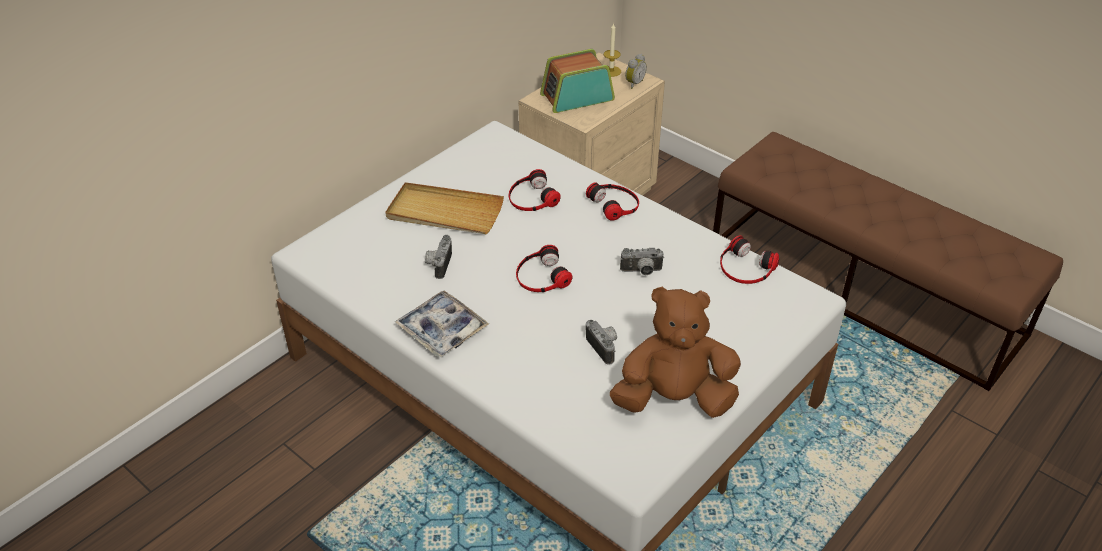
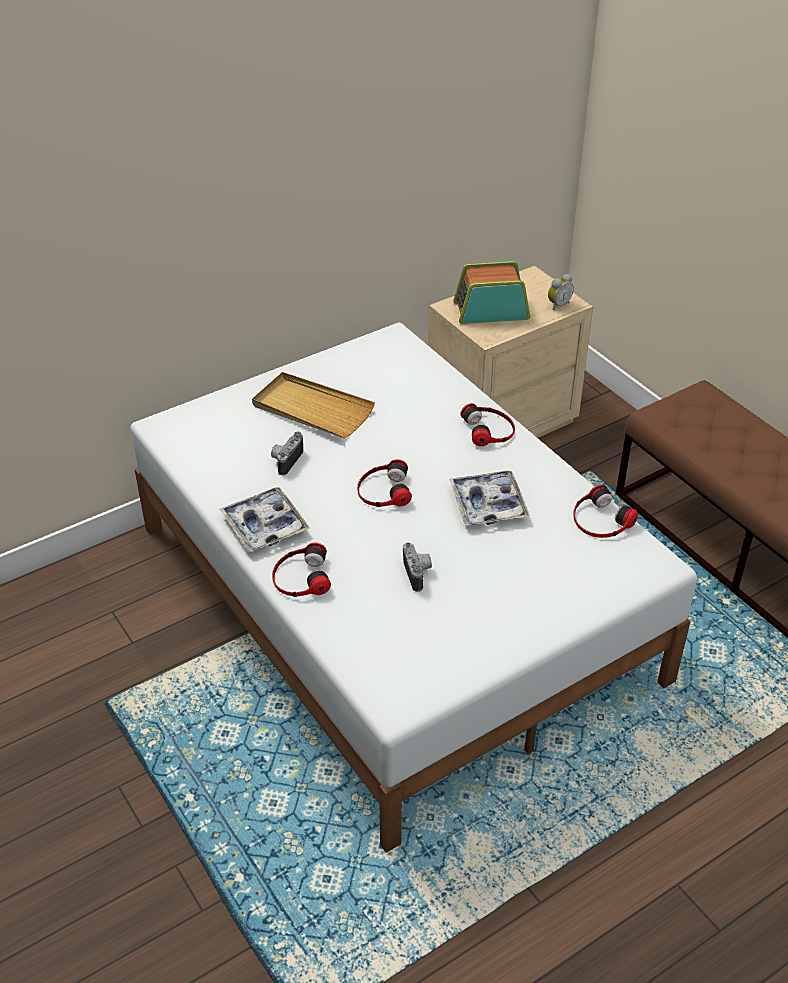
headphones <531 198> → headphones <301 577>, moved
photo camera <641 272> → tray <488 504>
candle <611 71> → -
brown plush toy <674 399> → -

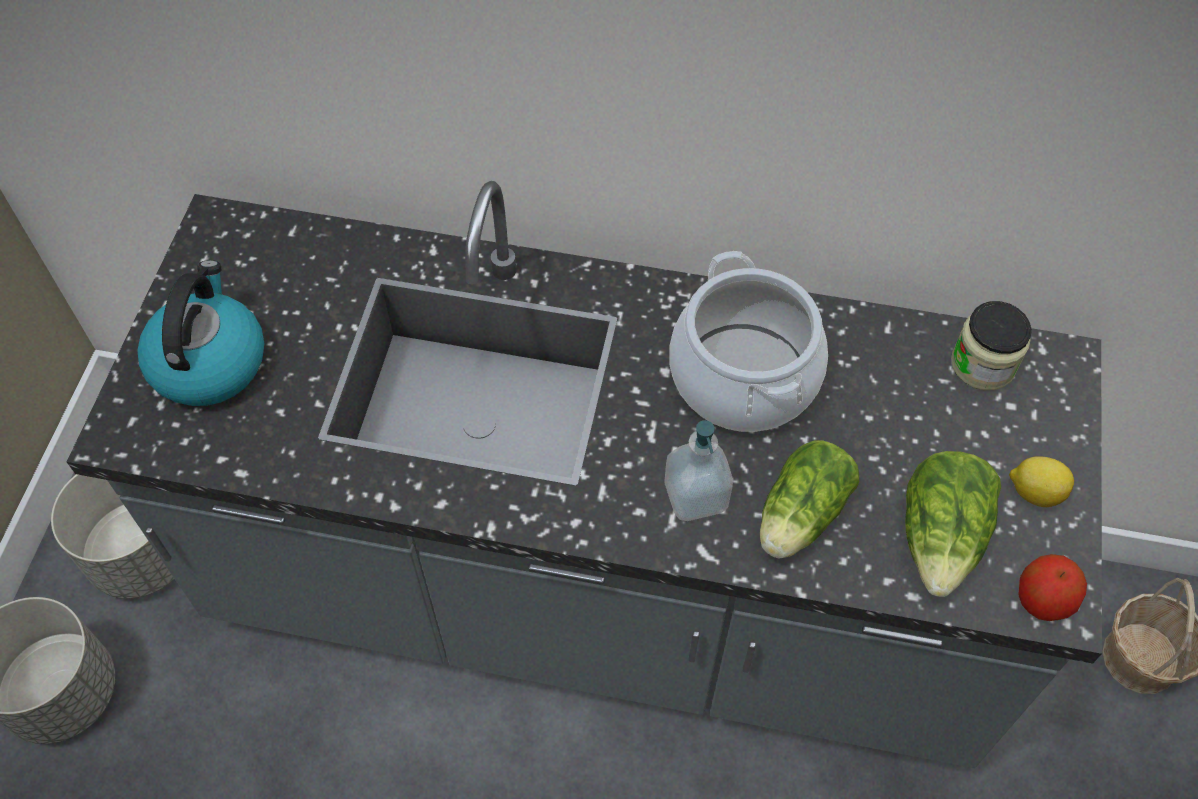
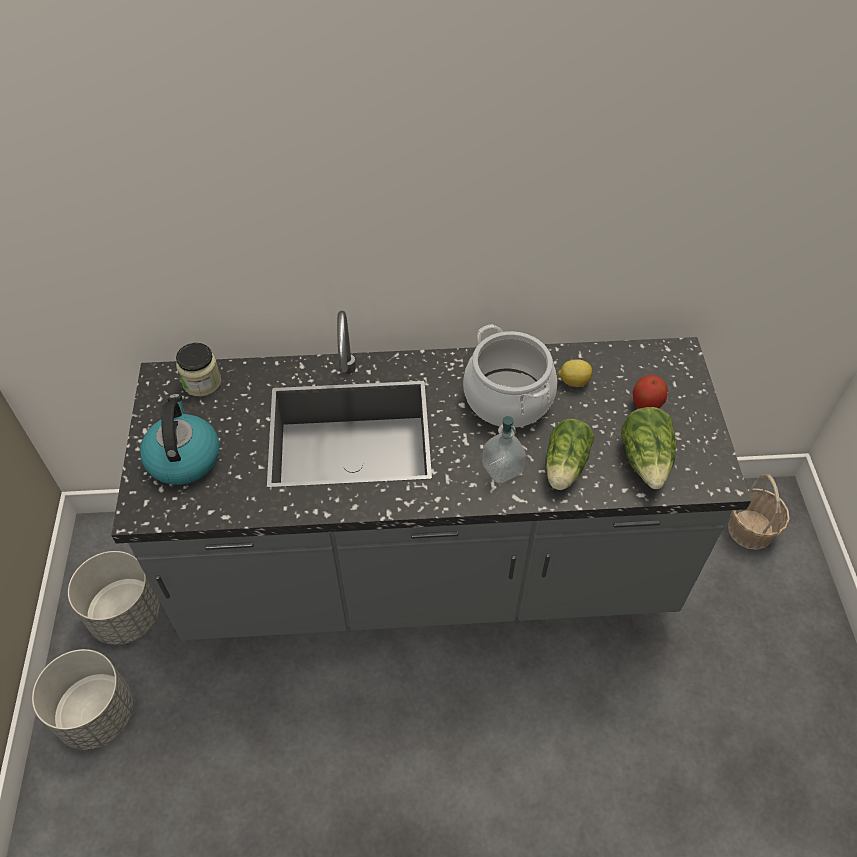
jar <983 364> → jar <202 382>, moved
lemon <1034 491> → lemon <573 381>, moved
apple <1042 601> → apple <646 404>, moved

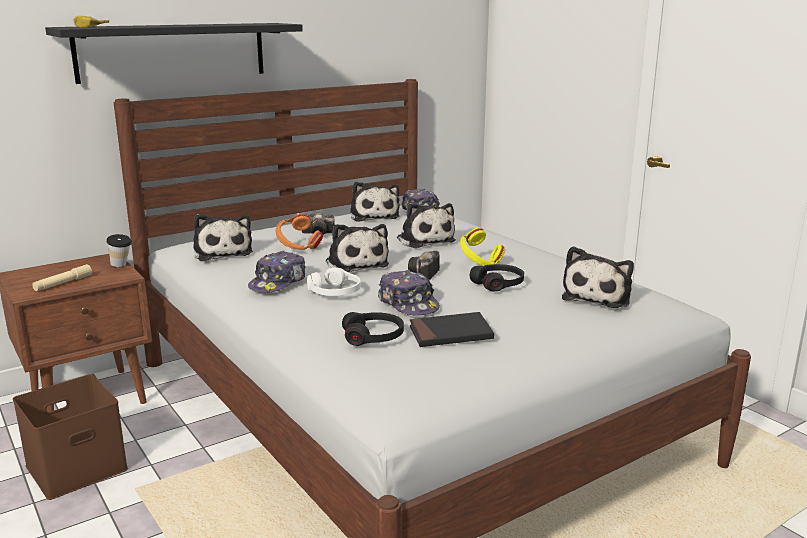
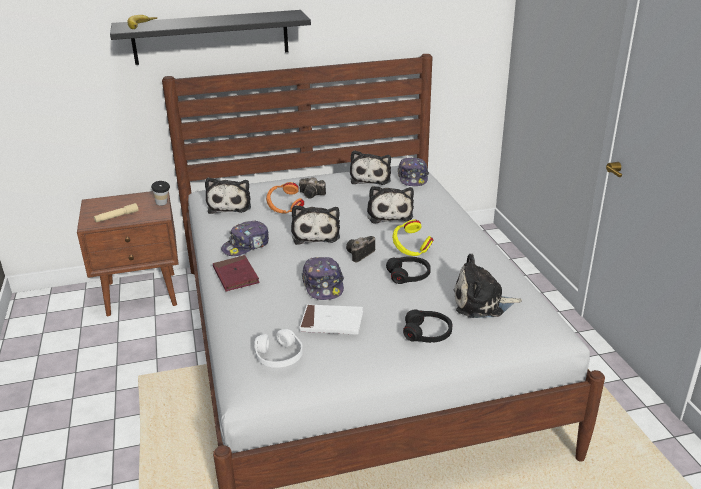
- → red book <236 276>
white headphones <335 292> → white headphones <279 356>, moved
black book <450 334> → white book <331 322>
black headphones <373 337> → black headphones <427 333>, moved
plush toy <598 296> → plush toy <482 303>, 45 degrees clockwise
brown storage box <75 468> → -

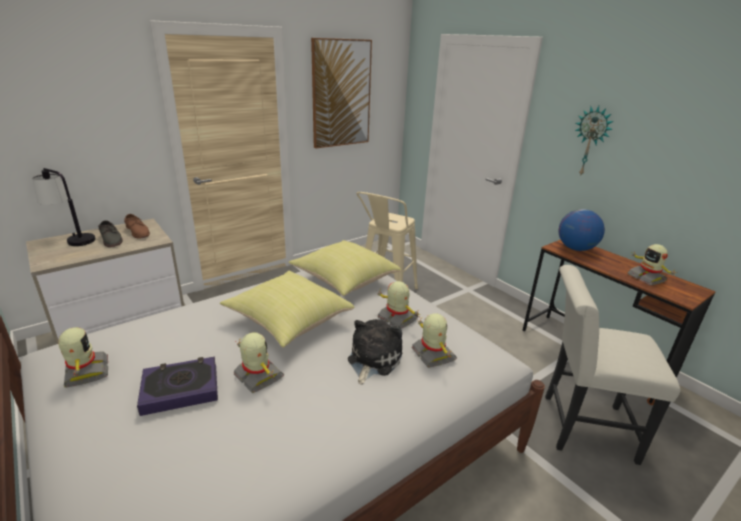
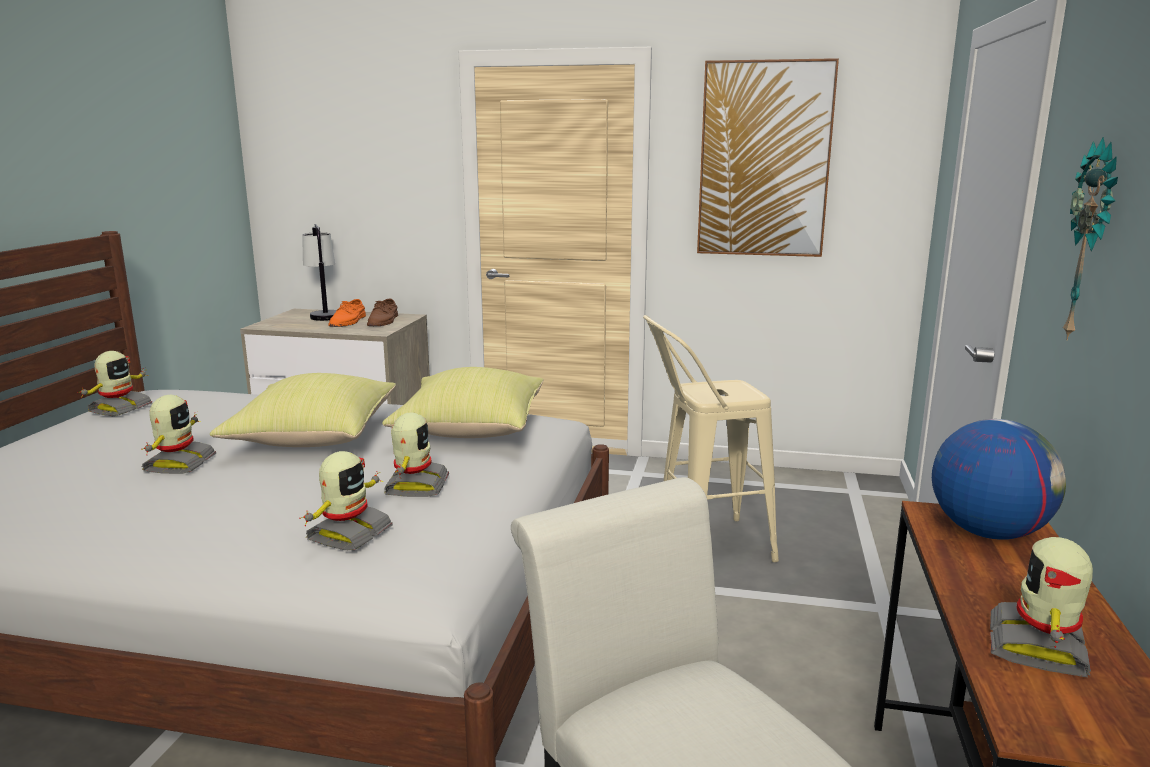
grey shoe <111 239> → orange shoe <348 321>
book <180 389> → -
plush toy <372 360> → -

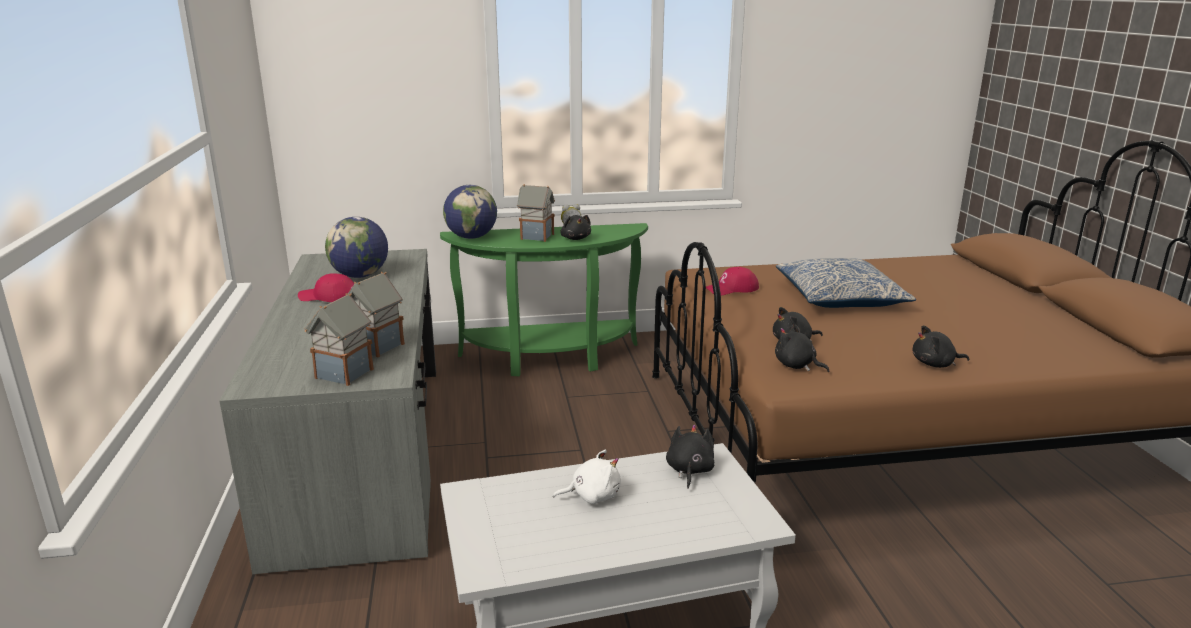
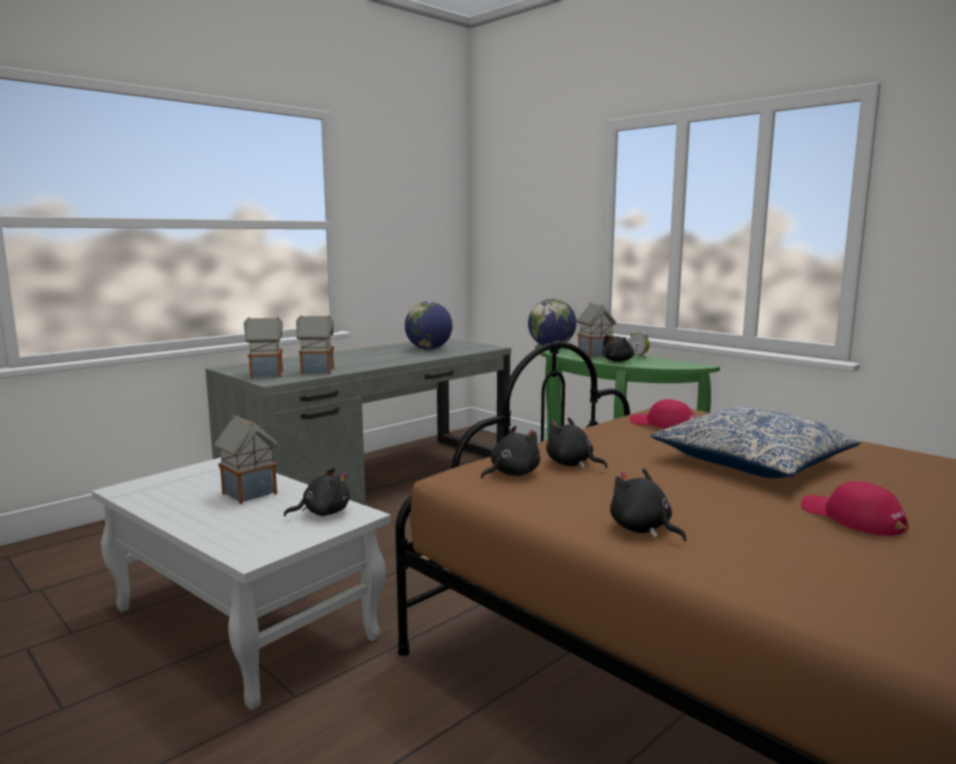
white plush toy <592 495> → toy house <248 493>
black plush toy <796 366> → black plush toy <511 474>, 45 degrees clockwise
red cap <329 297> → red cap <851 518>, moved

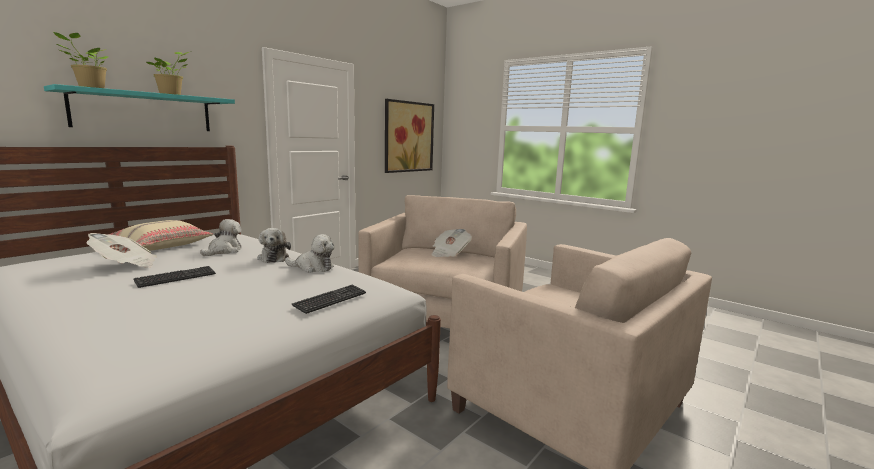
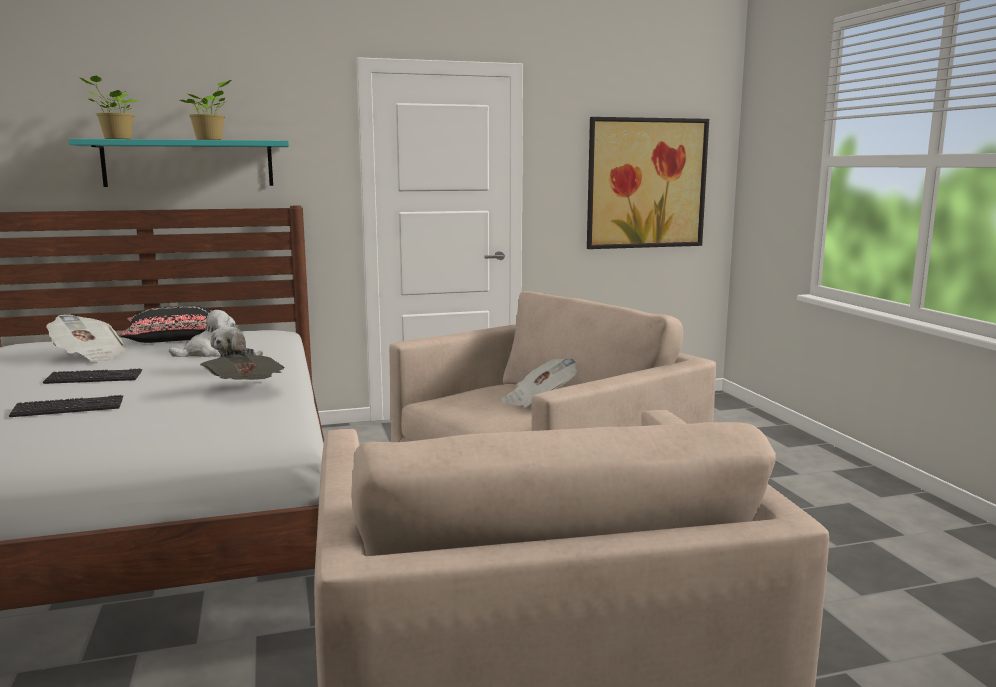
keyboard <330 300> → keyboard <68 408>, moved
beige pillow <163 245> → black pillow <174 337>
plush toy <313 267> → newspaper <246 389>

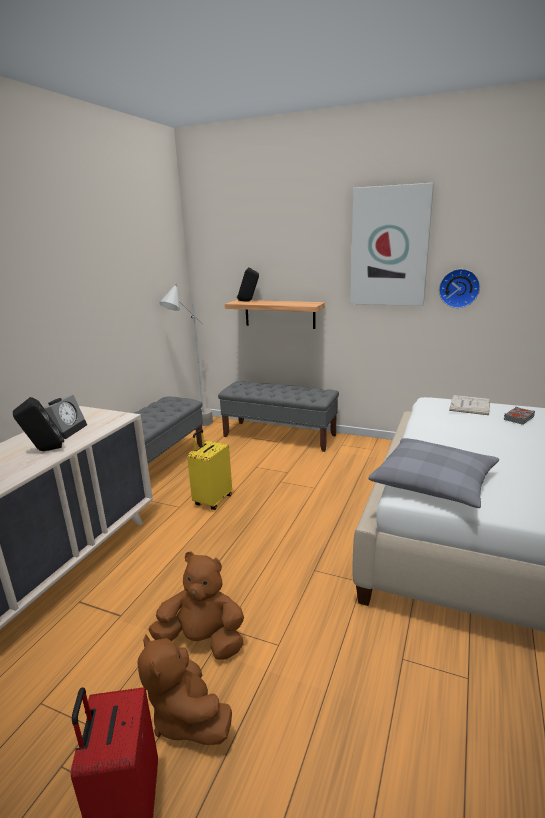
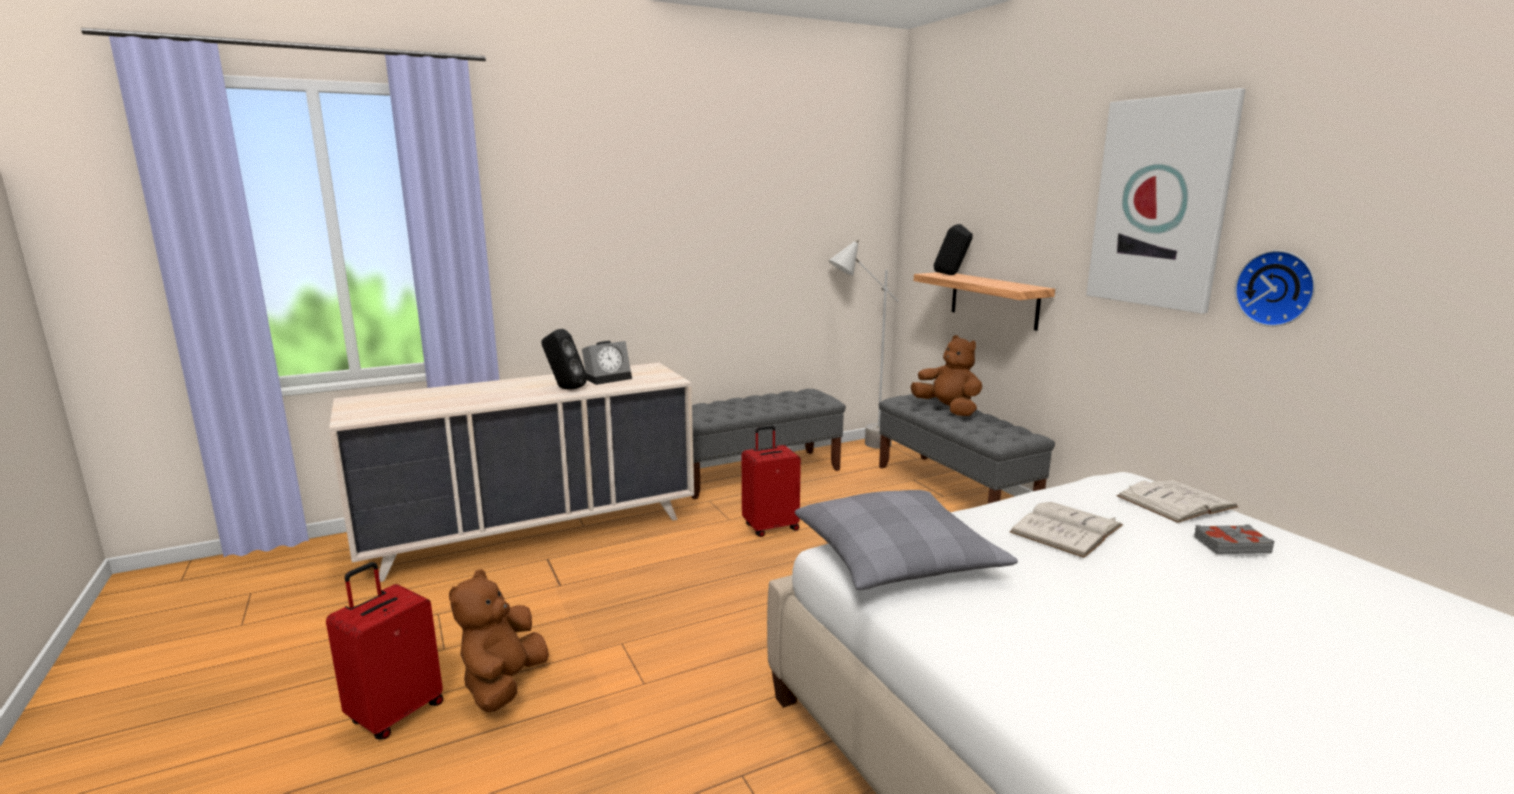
yellow suitcase <212 500> → red suitcase <770 527>
brown plush toy <202 641> → brown plush toy <948 410>, moved
- → white book <1066 529>

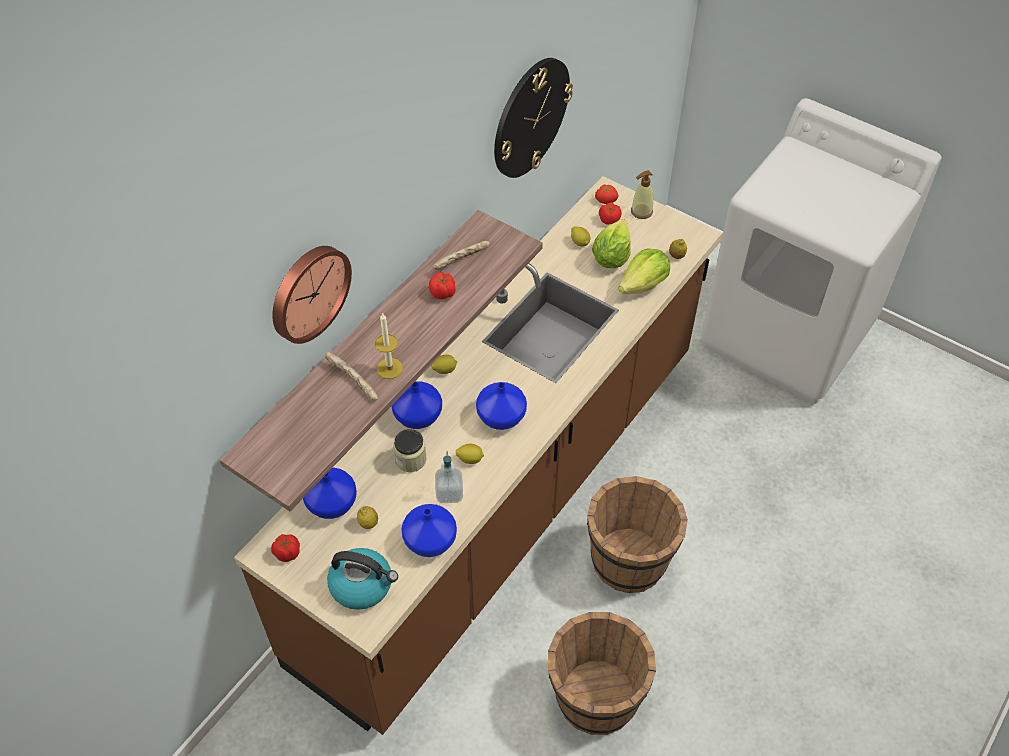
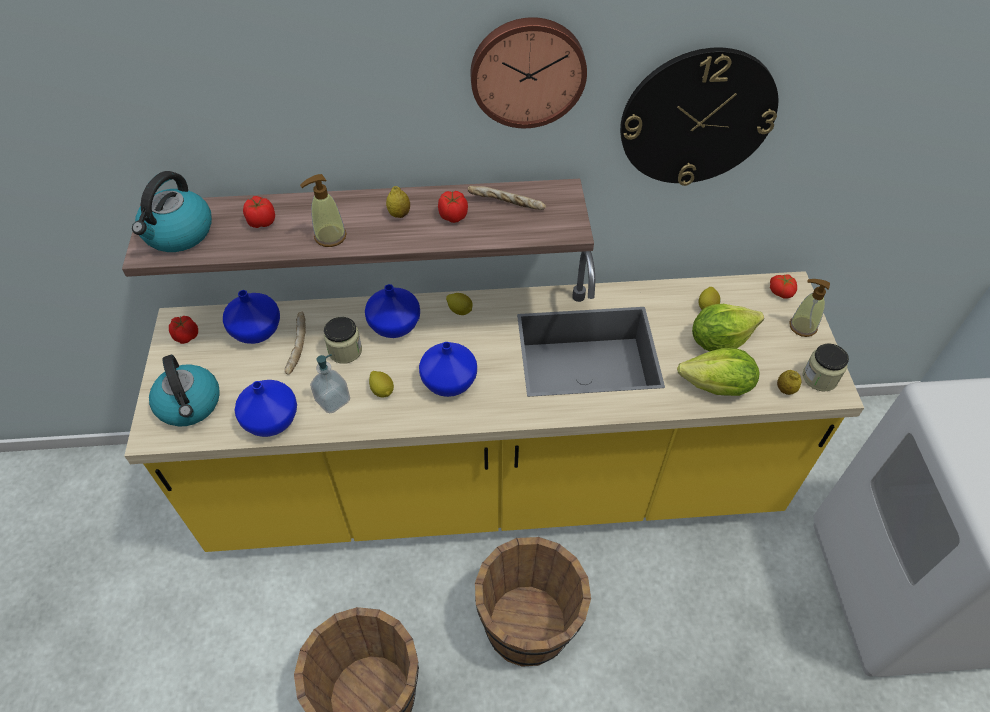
brown counter <504 503> → yellow counter <495 486>
- → kettle <178 233>
tomato <609 220> → tomato <262 221>, moved
bread <352 381> → bread <296 347>, moved
candle <389 368> → soap dispenser <330 236>
lemon <368 523> → lemon <399 214>, moved
wall clock <308 292> → wall clock <527 71>, moved
- → jar <819 378>

